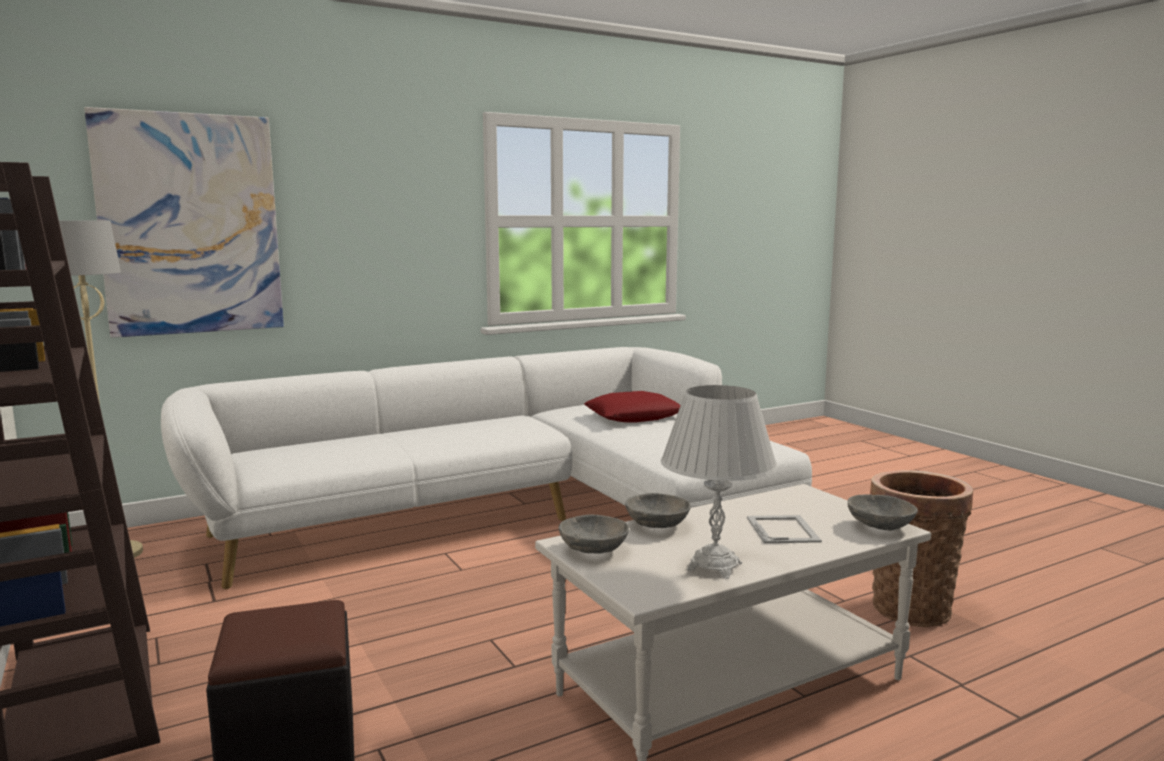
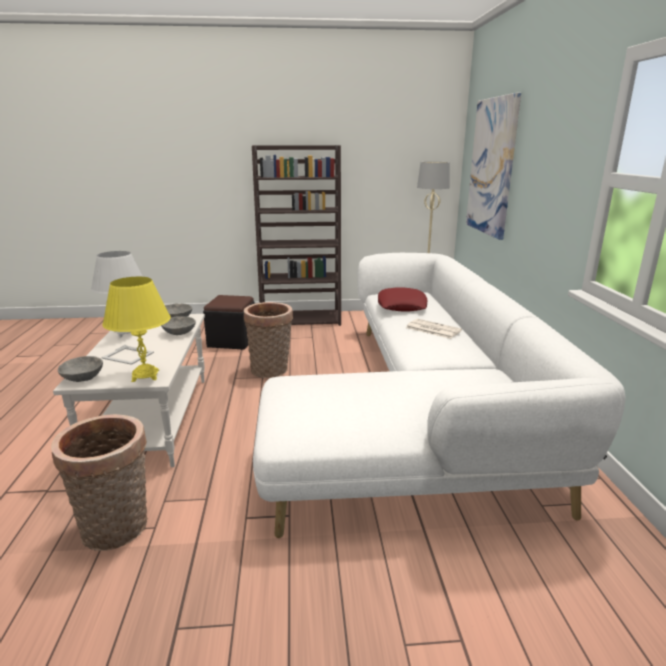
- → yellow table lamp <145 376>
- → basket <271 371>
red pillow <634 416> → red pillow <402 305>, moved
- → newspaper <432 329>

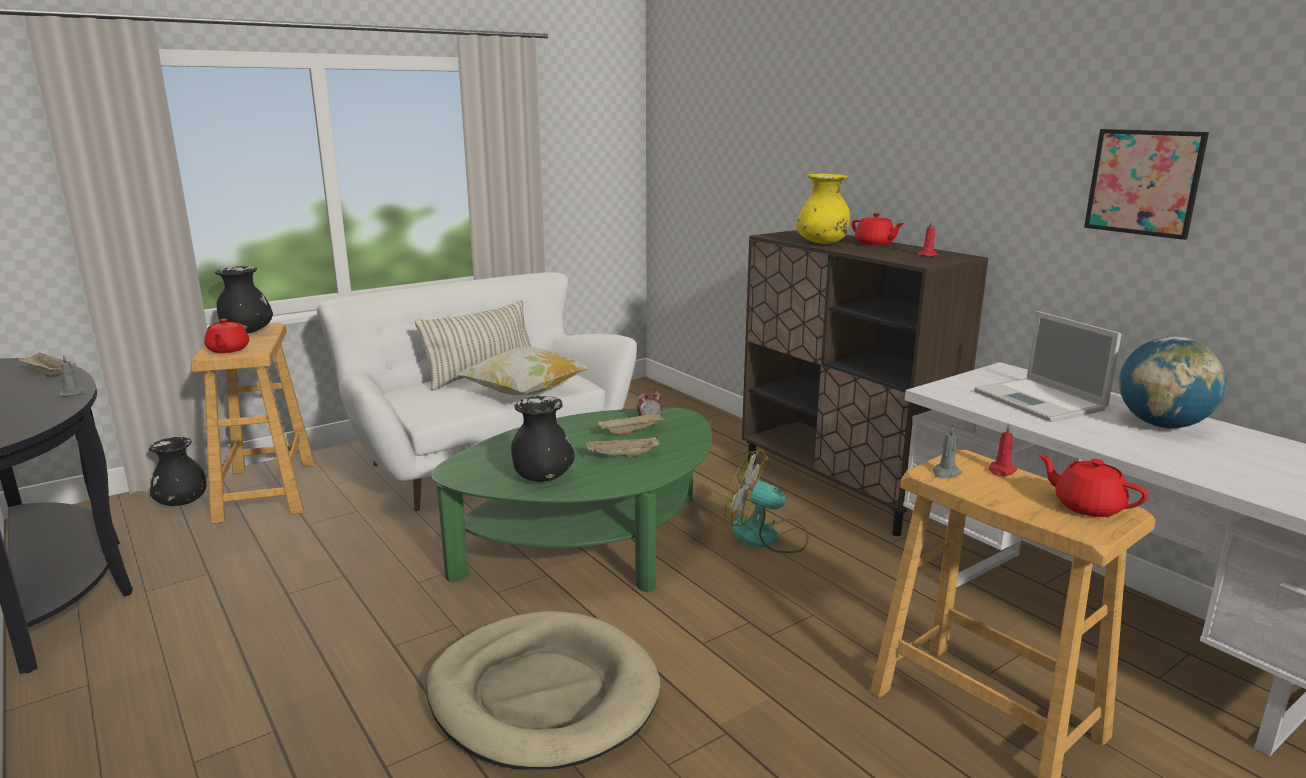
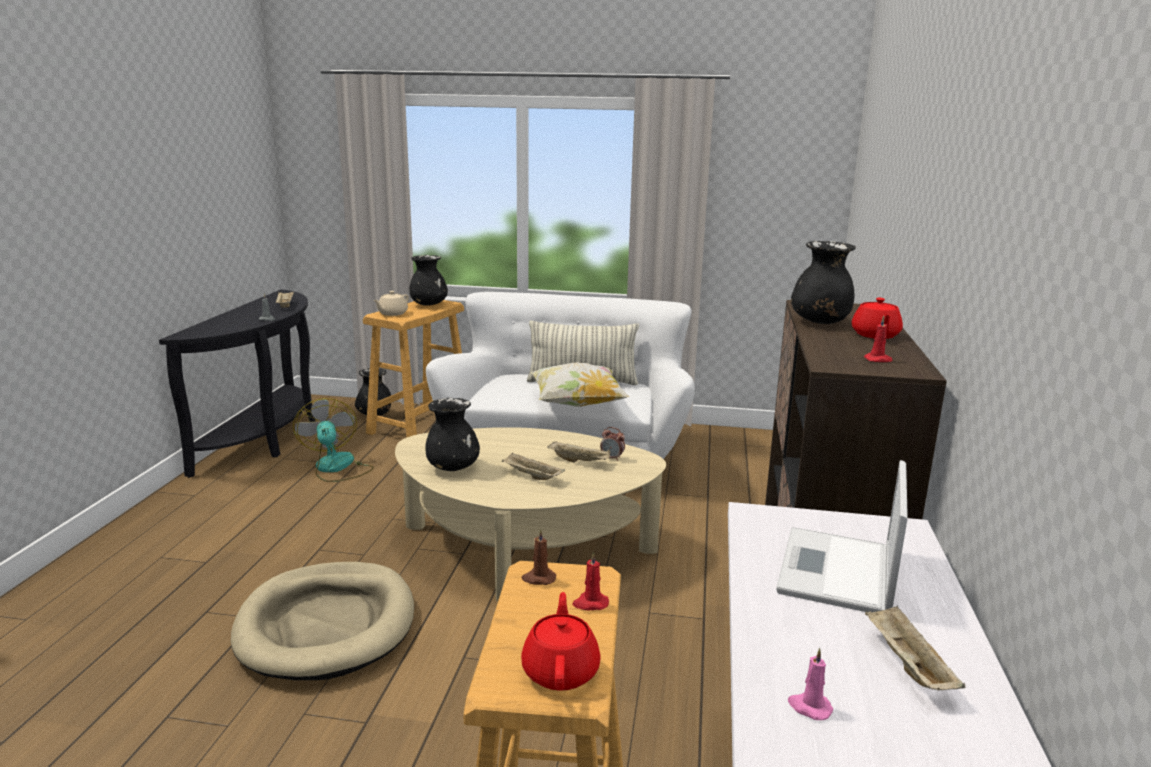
fan <766 537> → fan <336 468>, moved
red teapot <228 350> → beige teapot <392 313>
green coffee table <592 546> → beige coffee table <524 549>
grey candle <945 473> → brown candle <538 578>
- → pink candle <809 707>
yellow vase <822 243> → black vase <820 322>
globe <1162 425> → beige tray <906 664>
picture <1143 182> → -

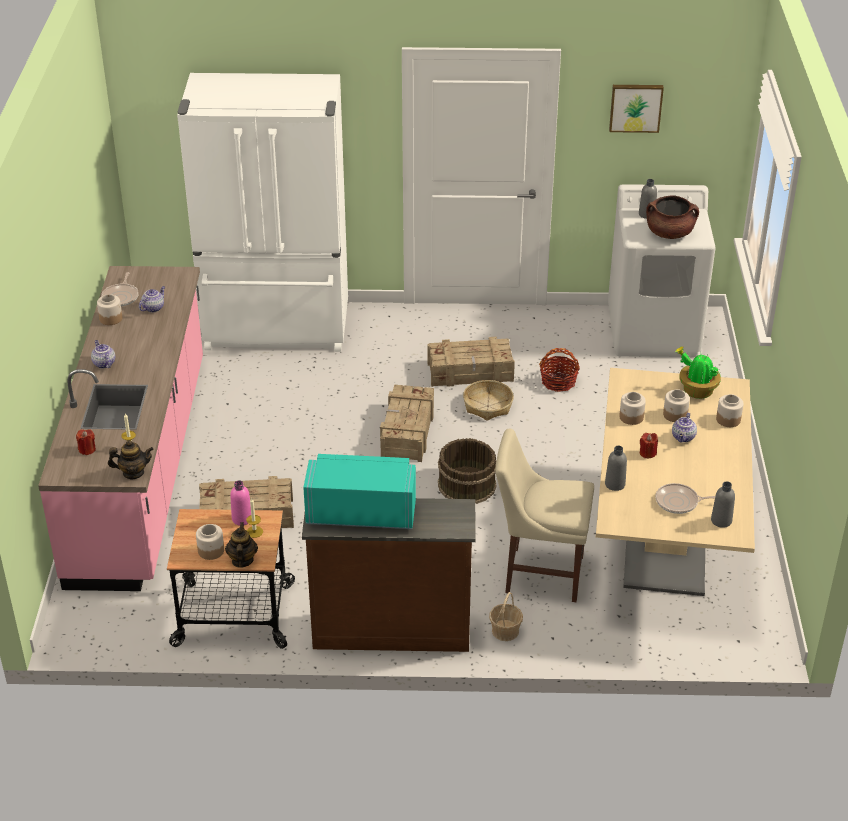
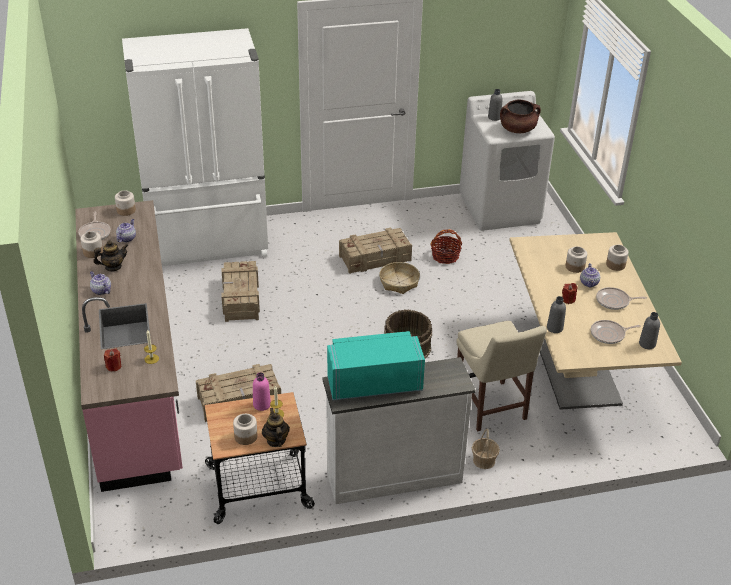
teapot <133 473> → teapot <113 267>, moved
jar <631 417> → jar <126 210>, moved
crate <407 432> → crate <240 299>, moved
brown dresser <390 630> → white dresser <393 476>
beige chair <539 573> → beige chair <491 408>, 105 degrees counterclockwise
- → frying pan <614 301>
picture <635 107> → -
potted plant <696 390> → -

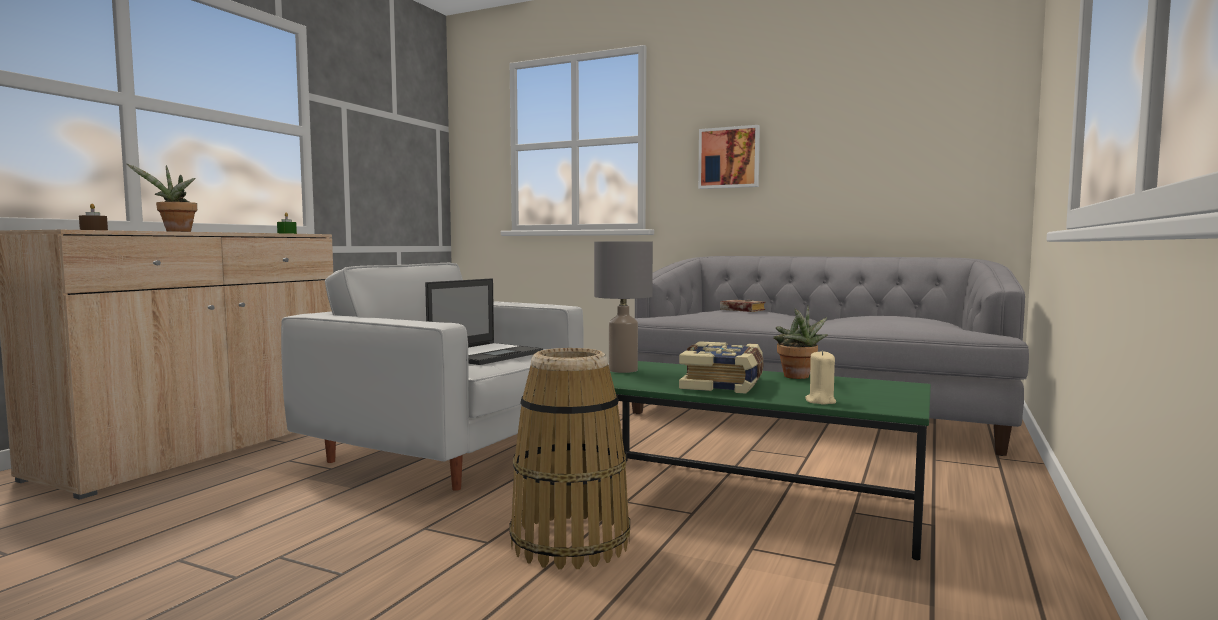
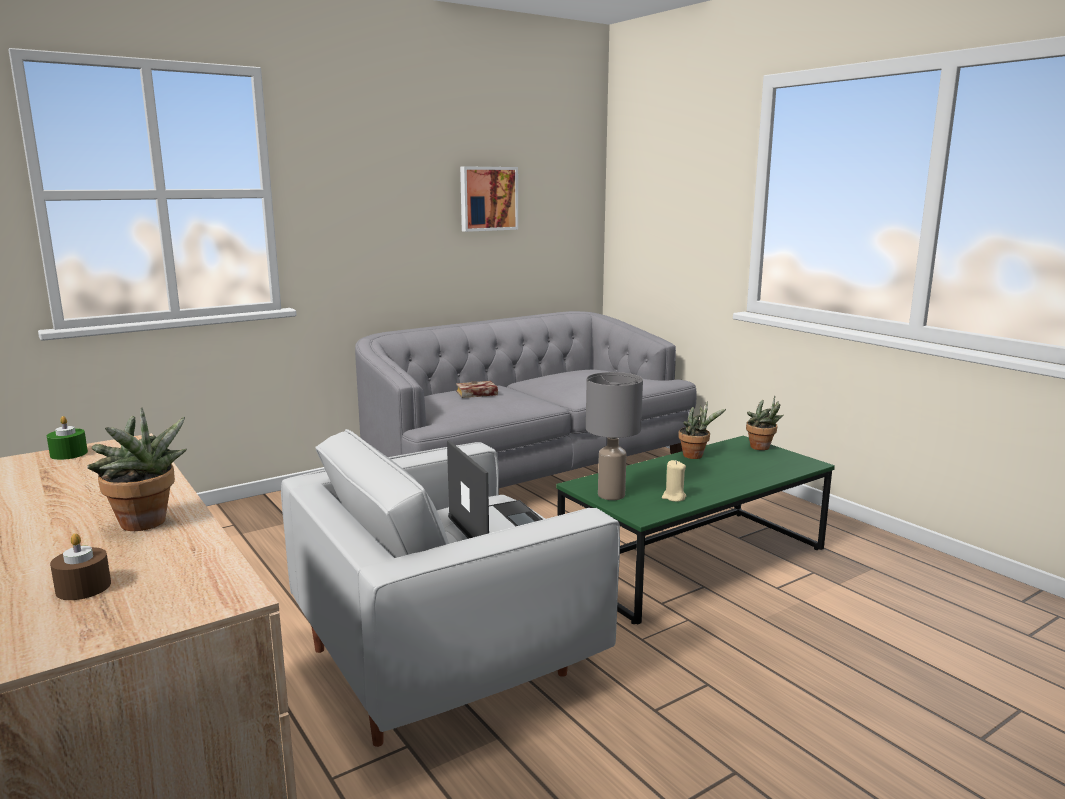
picture <729 158> → picture <488 198>, moved
beige candle <820 401> → beige candle <673 497>, moved
- → potted plant <762 448>
basket <569 542> → -
book <724 384> → -

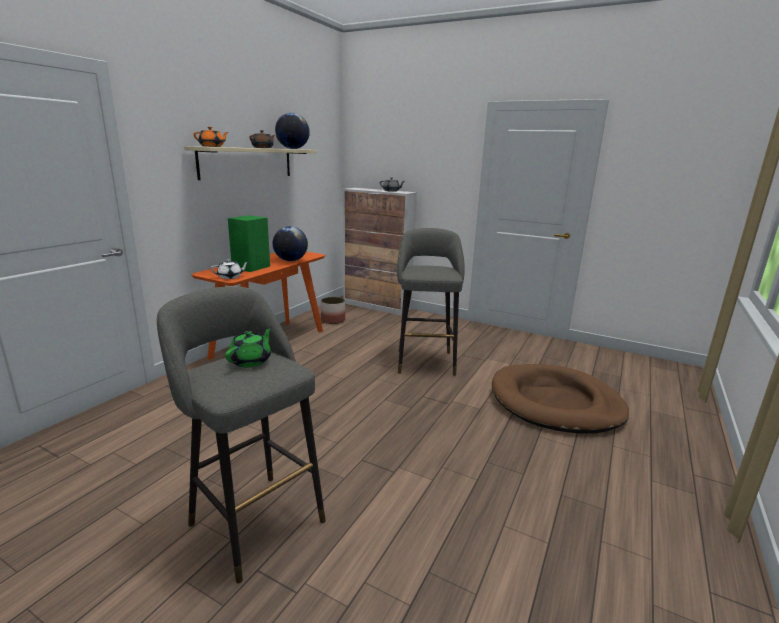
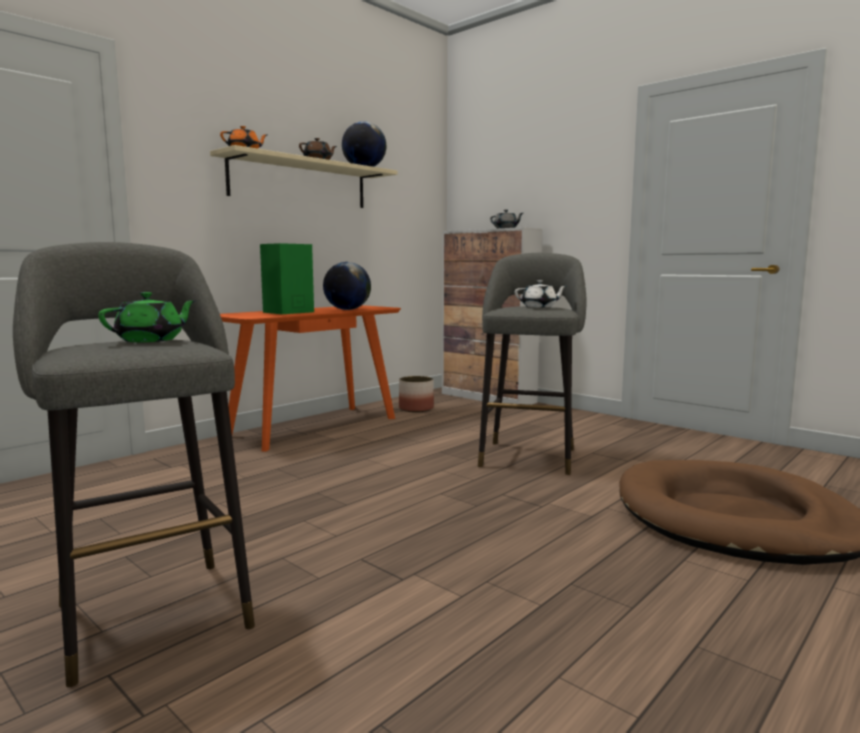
white teapot <230 277> → white teapot <540 307>, moved

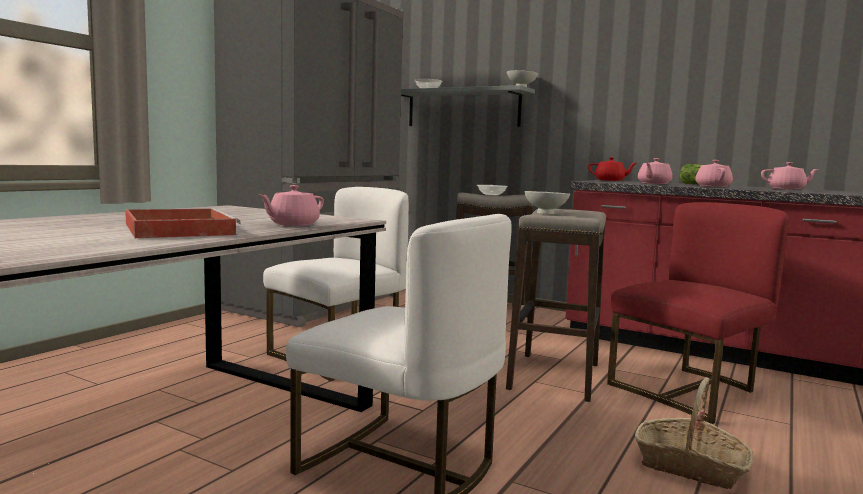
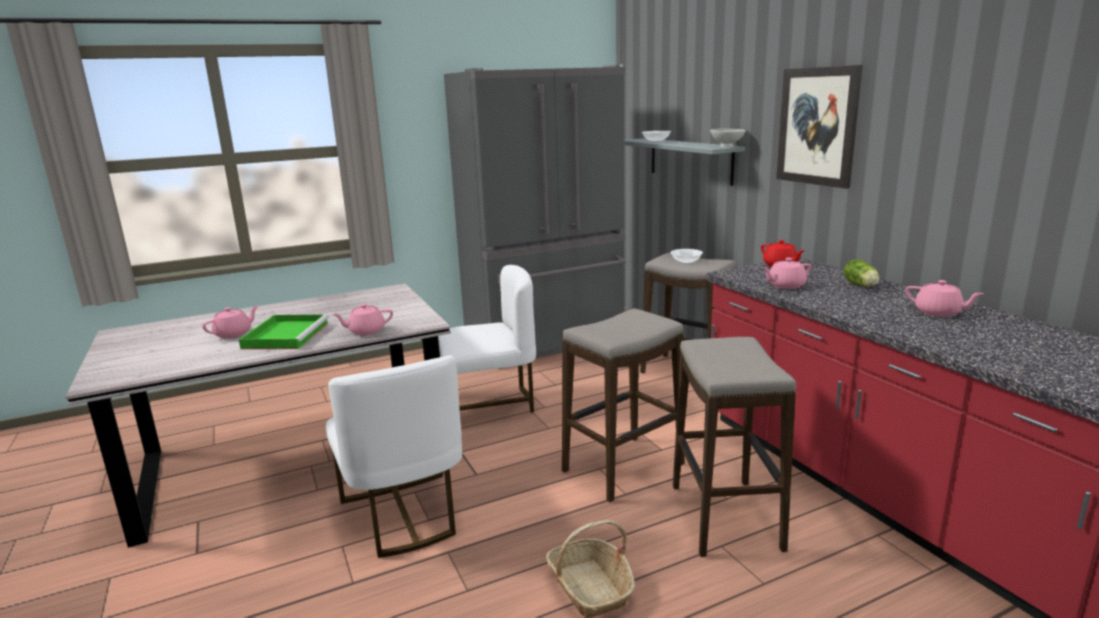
pink teapot <713 186> → pink teapot <234 334>, moved
red tray <178 229> → green tray <286 335>
red chair <689 391> → stool <725 517>
- → picture <817 126>
white bowl <544 213> → -

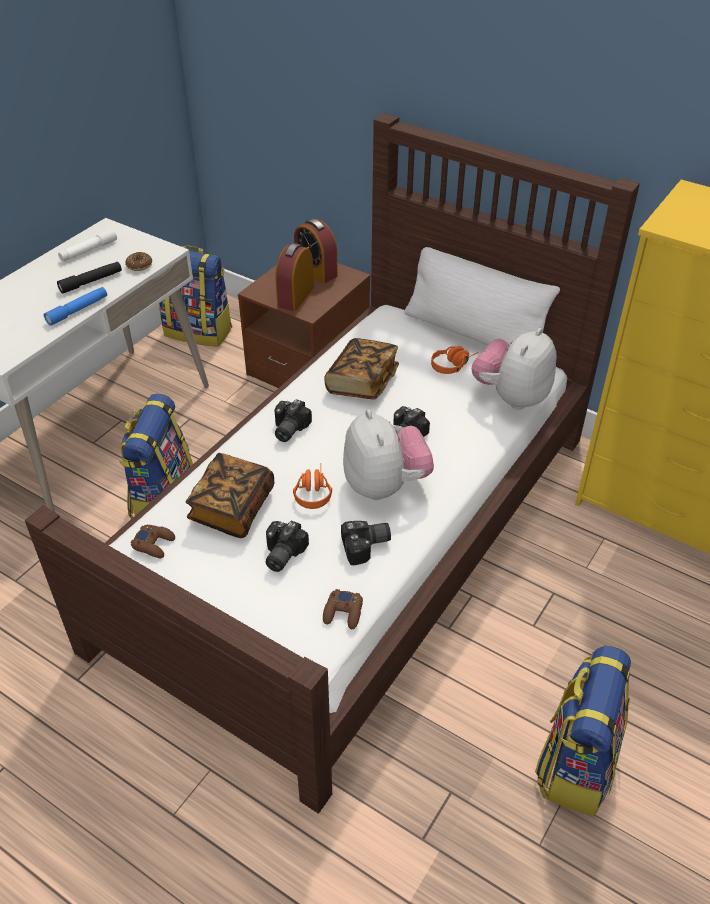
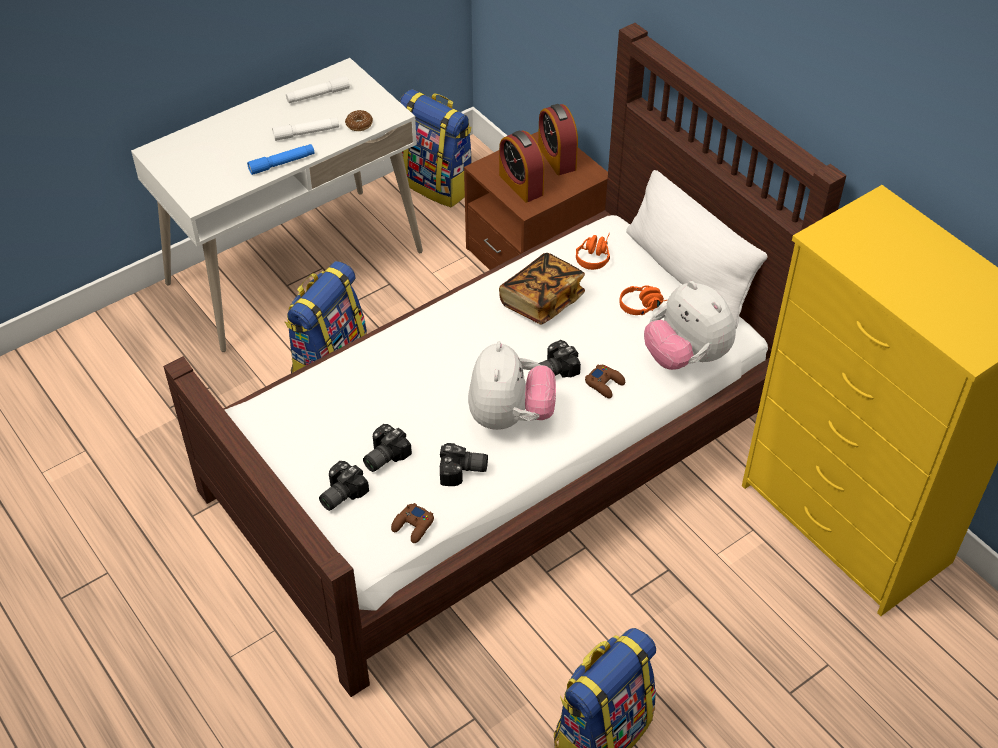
black flashlight <91 282> → white flashlight <306 133>
photo camera <287 429> → photo camera <339 493>, moved
alarm clock <295 297> → alarm clock <521 185>, 75 degrees counterclockwise
orange headphones <313 491> → orange headphones <594 255>, moved
brown game controller <154 544> → brown game controller <605 384>, moved
plush toy <511 397> → plush toy <686 357>, 90 degrees counterclockwise
book <232 508> → -

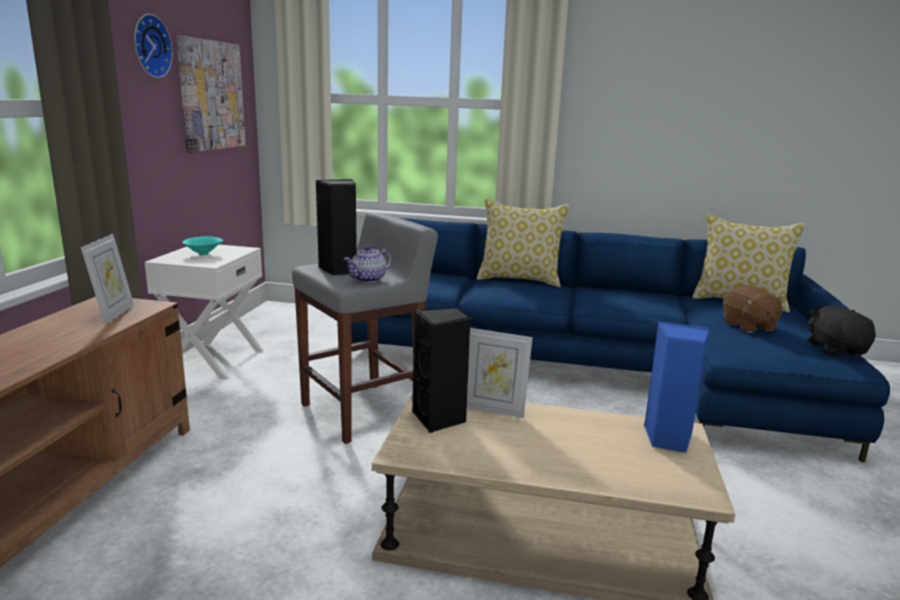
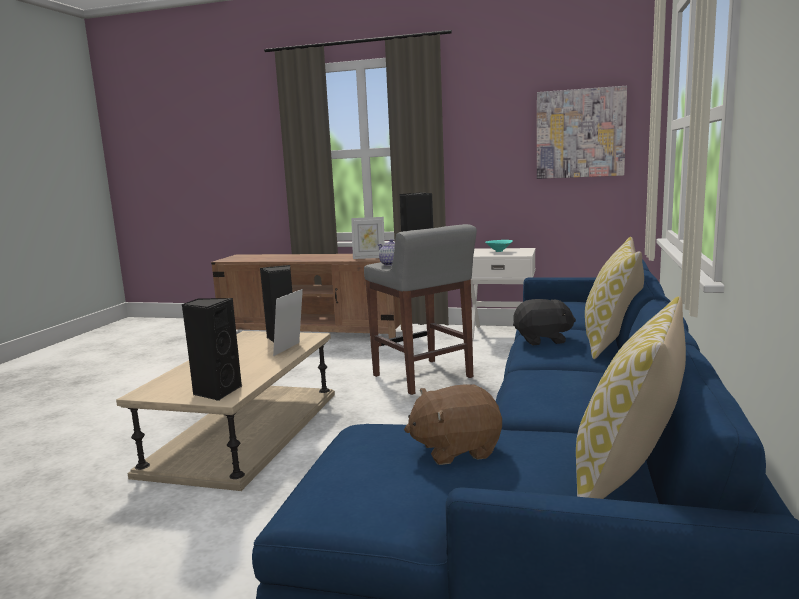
blue speaker <667 438> → black speaker <216 392>
black plush toy <836 349> → black plush toy <542 340>, moved
wall clock <149 46> → -

